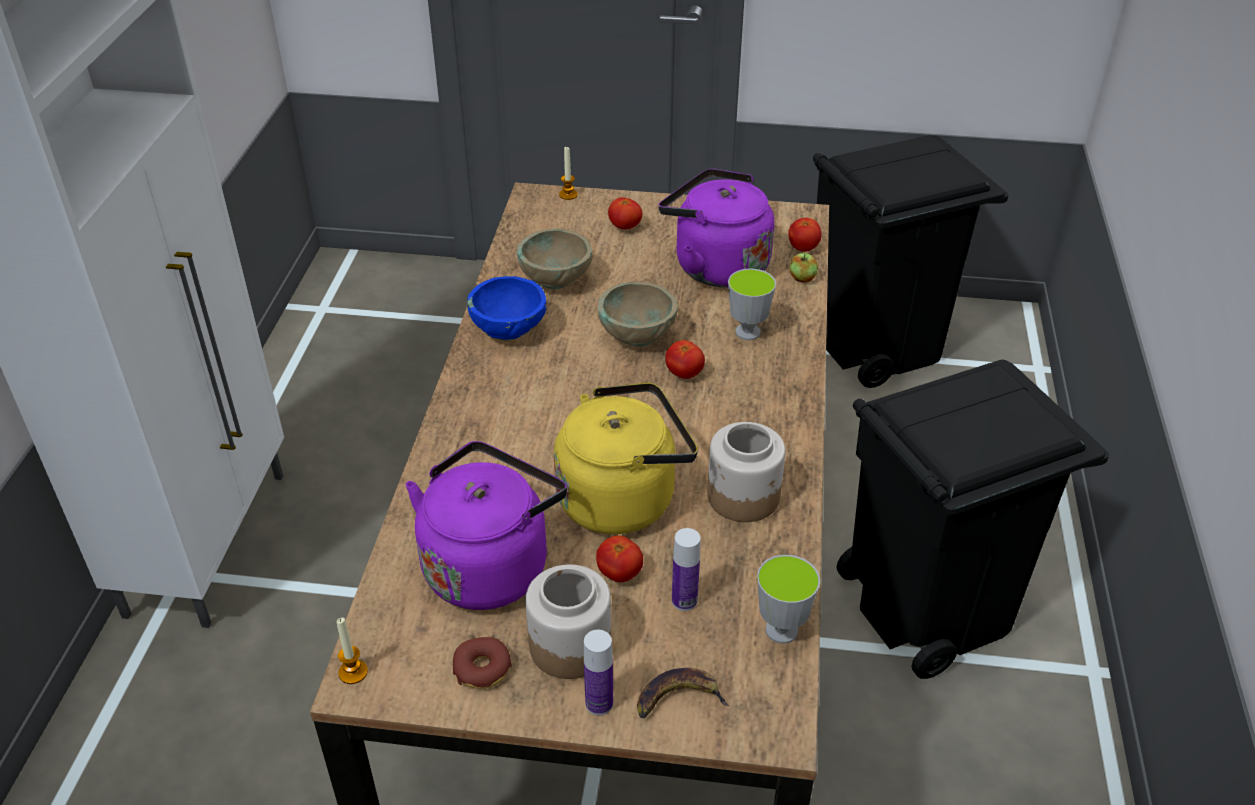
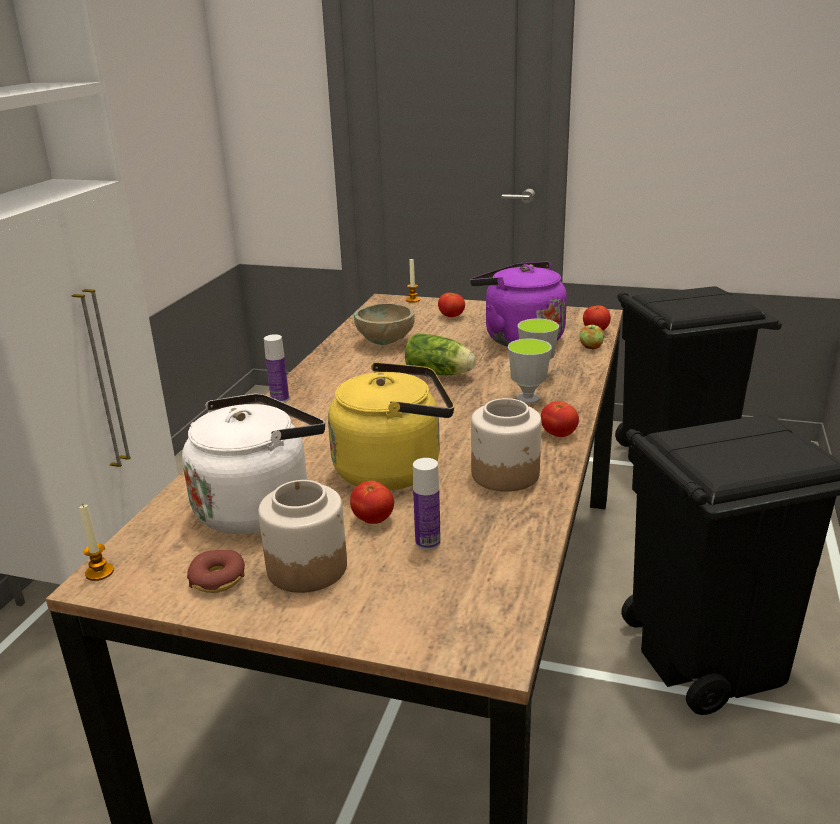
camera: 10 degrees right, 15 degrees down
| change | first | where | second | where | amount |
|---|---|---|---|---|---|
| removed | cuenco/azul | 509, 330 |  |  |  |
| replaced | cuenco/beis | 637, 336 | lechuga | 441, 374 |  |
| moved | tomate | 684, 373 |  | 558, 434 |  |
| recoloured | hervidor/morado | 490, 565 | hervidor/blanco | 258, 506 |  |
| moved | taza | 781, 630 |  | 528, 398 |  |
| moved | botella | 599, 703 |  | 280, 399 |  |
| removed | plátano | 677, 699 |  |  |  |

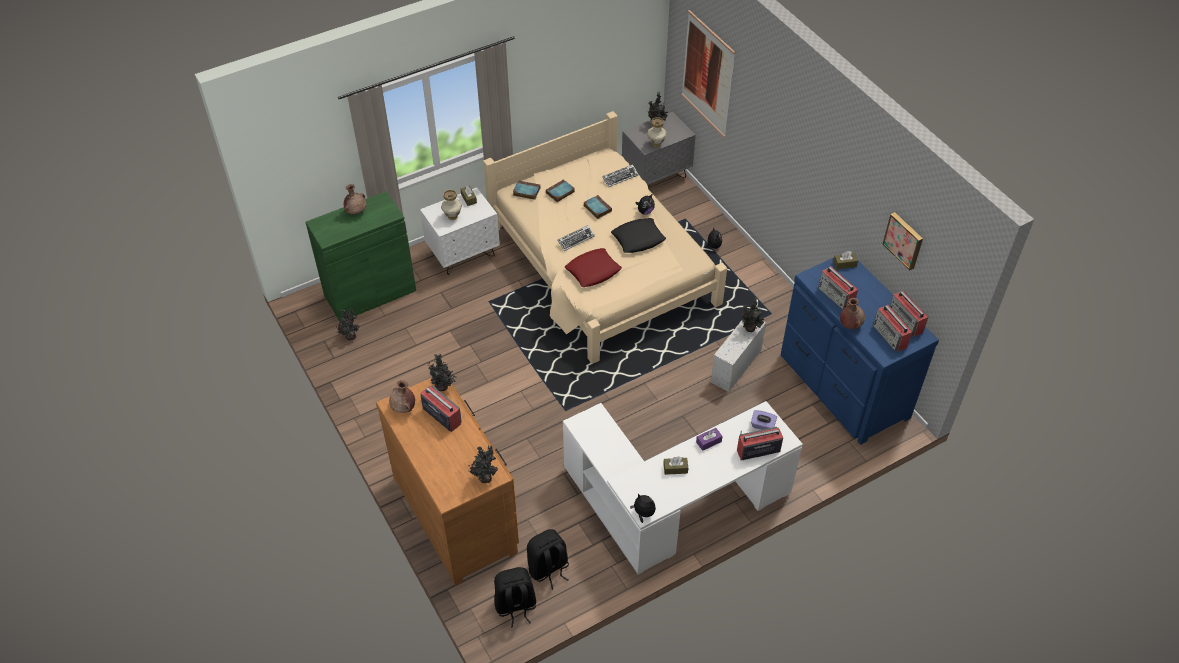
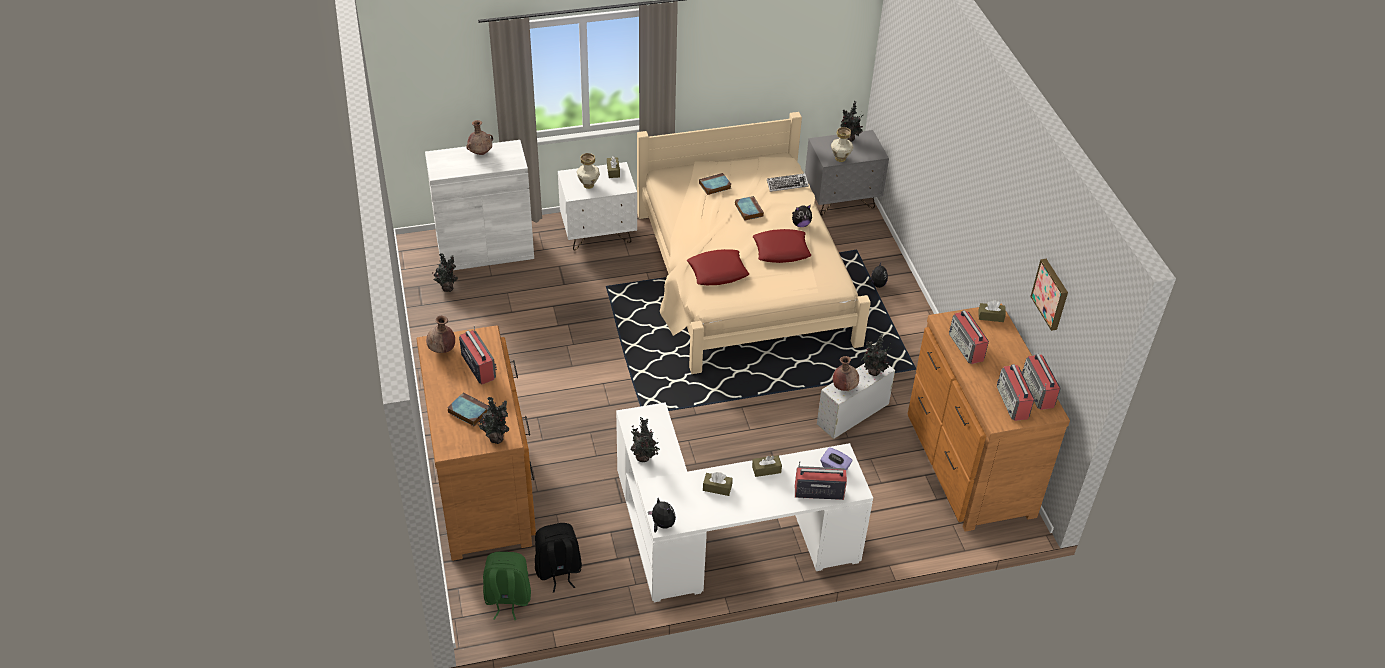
camera: 15 degrees right, 5 degrees down
| change | first | where | second | where | amount |
|---|---|---|---|---|---|
| removed | cuadro | 707, 74 |  |  |  |
| moved | libro | 526, 191 |  | 468, 411 |  |
| recoloured | armario/verde | 370, 293 | armario/blanco | 485, 250 |  |
| recoloured | cojín/negro | 638, 239 | cojín/rojo | 781, 250 |  |
| removed | teclado | 576, 239 |  |  |  |
| recoloured | cómoda/azul | 842, 387 | cómoda/marrón | 968, 465 |  |
| moved | florero/marrón | 850, 324 |  | 844, 386 |  |
| moved | planta en maceta | 443, 387 |  | 644, 458 |  |
| recoloured | caja de pañuelos/morado | 708, 442 | caja de pañuelos/marrón | 766, 469 |  |
| recoloured | mochila/negro | 515, 606 | mochila/verde | 507, 599 |  |

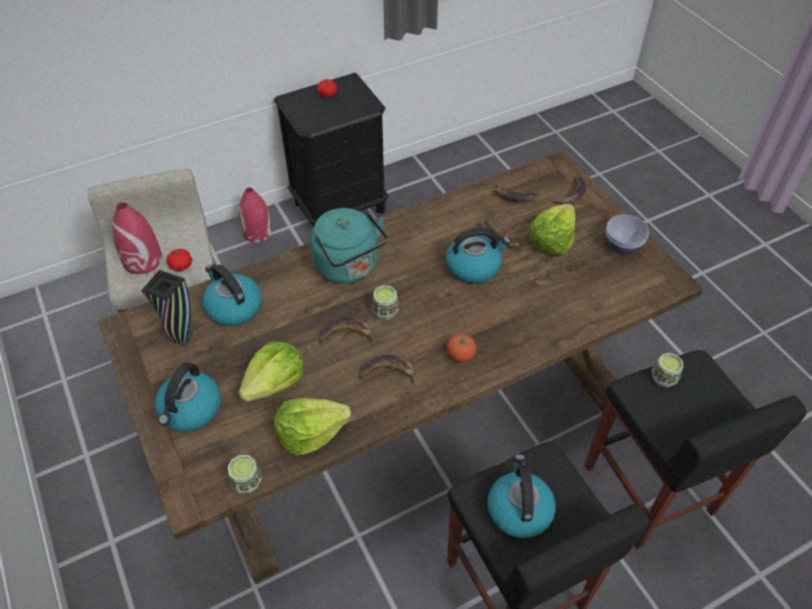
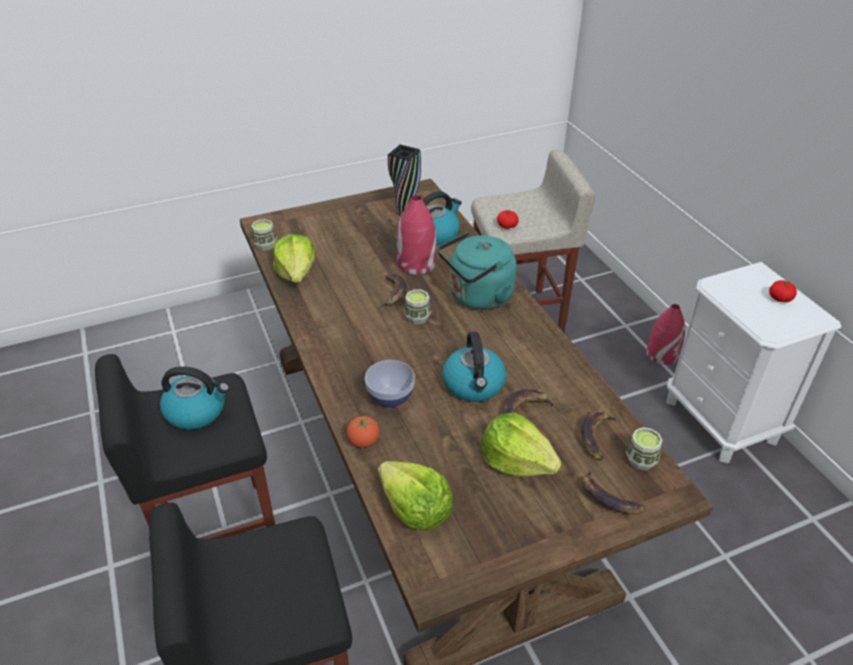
camera: 95 degrees right, 10 degrees down
| change | first | where | second | where | amount |
|---|---|---|---|---|---|
| recoloured | mesita de noche/negro | 340, 206 | mesita de noche/blanco | 721, 421 |  |
| moved | florero/rojo | 143, 260 |  | 416, 263 |  |
| moved | cuenco | 622, 246 |  | 390, 397 |  |
| moved | tomate | 460, 355 |  | 363, 442 |  |
| moved | lechuga | 275, 383 |  | 415, 509 |  |
| moved | taza | 663, 378 |  | 641, 460 |  |
| removed | plátano | 388, 373 |  |  |  |
| removed | hervidor | 190, 410 |  |  |  |

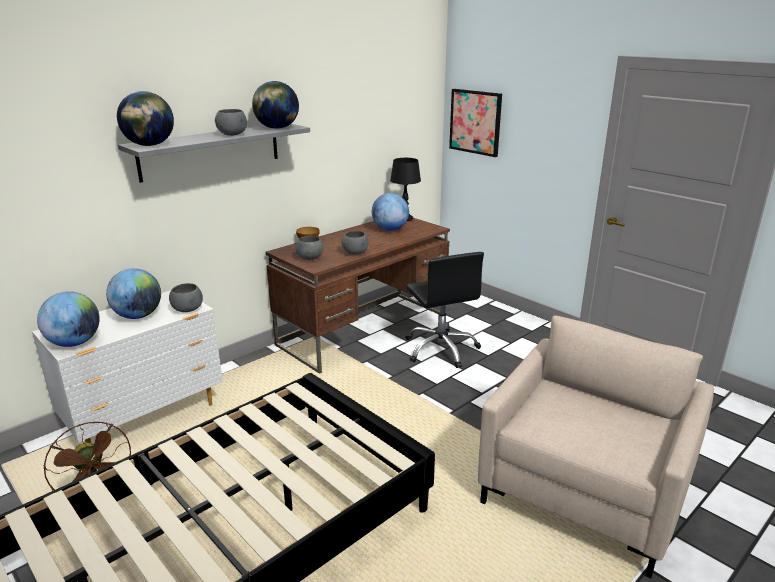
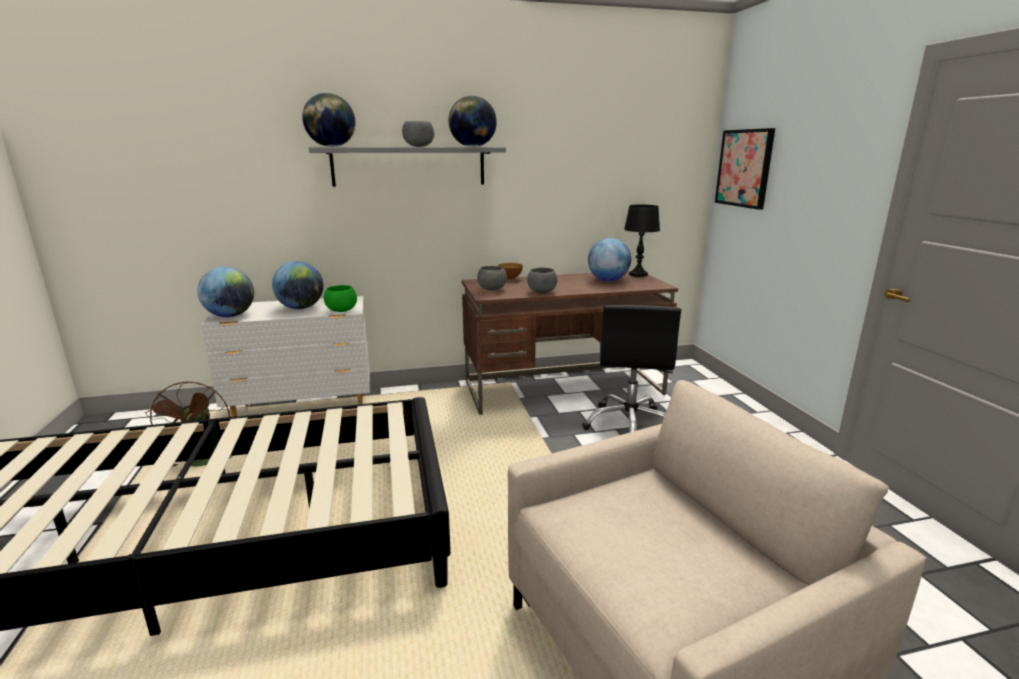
camera: 30 degrees right, 5 degrees down
| change | first | where | second | where | amount |
|---|---|---|---|---|---|
| recoloured | cuenco/gris | 187, 310 | cuenco/verde | 341, 311 |  |

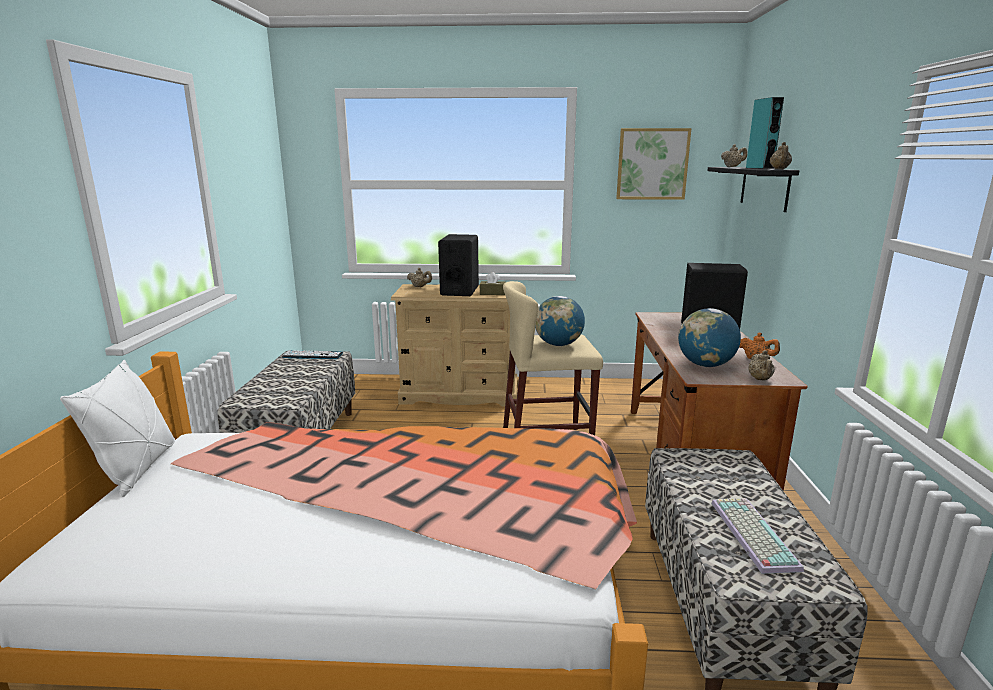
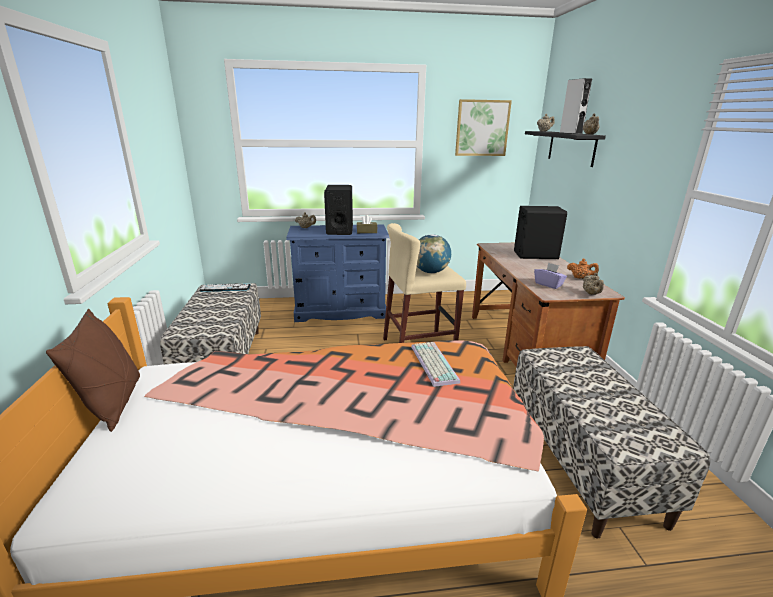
camera: 10 degrees left, 5 degrees up
| change | first | where | second | where | amount |
|---|---|---|---|---|---|
| recoloured | altavoz/turquesa | 759, 168 | altavoz/gris | 570, 133 |  |
| recoloured | cómoda/beis | 460, 394 | cómoda/azul | 340, 311 |  |
| replaced | globo terráqueo | 705, 365 | caja de pañuelos/morado | 548, 284 |  |
| recoloured | cojín/blanco | 137, 469 | cojín/marrón | 114, 403 |  |
| moved | teclado | 750, 533 |  | 432, 363 |  |

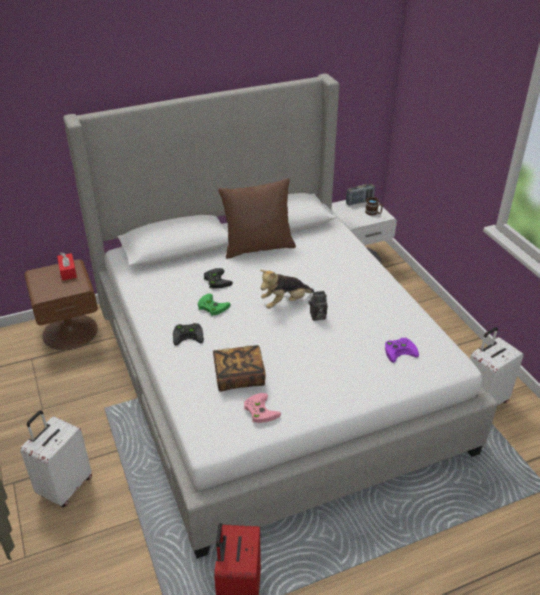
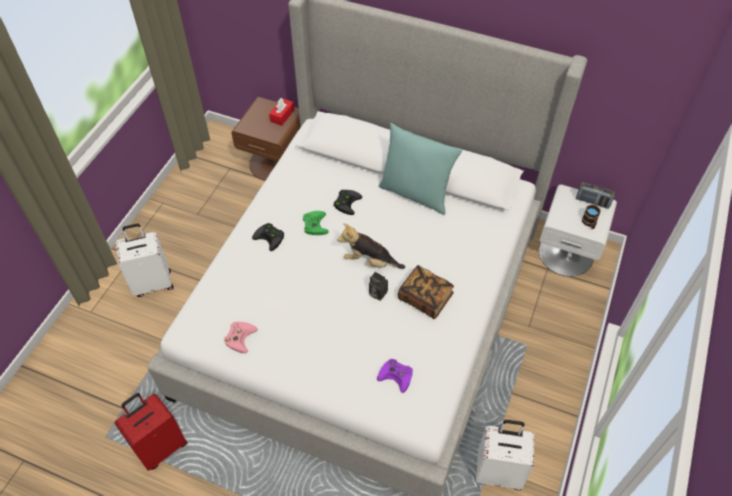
camera: 45 degrees right, 15 degrees up
| change | first | where | second | where | amount |
|---|---|---|---|---|---|
| recoloured | cojín/marrón | 258, 247 | cojín/turquesa | 415, 193 |  |
| moved | libro | 239, 377 |  | 425, 298 |  |

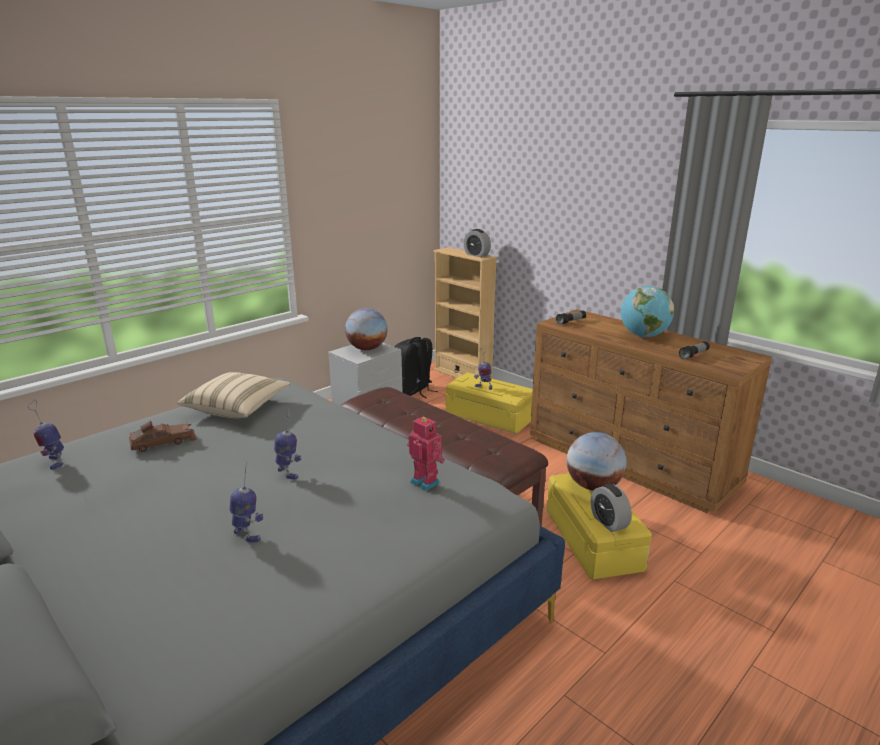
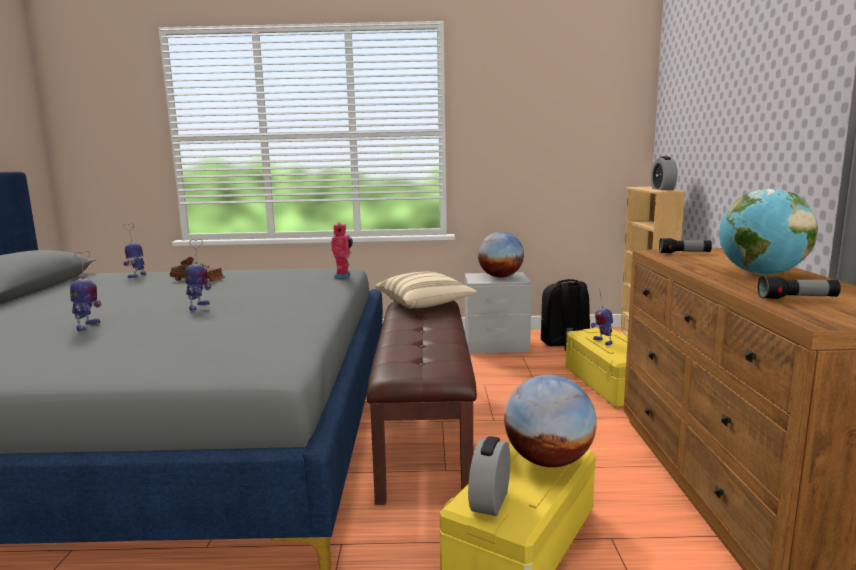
camera: 45 degrees right, 10 degrees down
| change | first | where | second | where | amount |
|---|---|---|---|---|---|
| moved | cojín/beis | 238, 408 |  | 425, 304 |  |
| moved | robot de juguete | 426, 482 |  | 343, 276 |  |

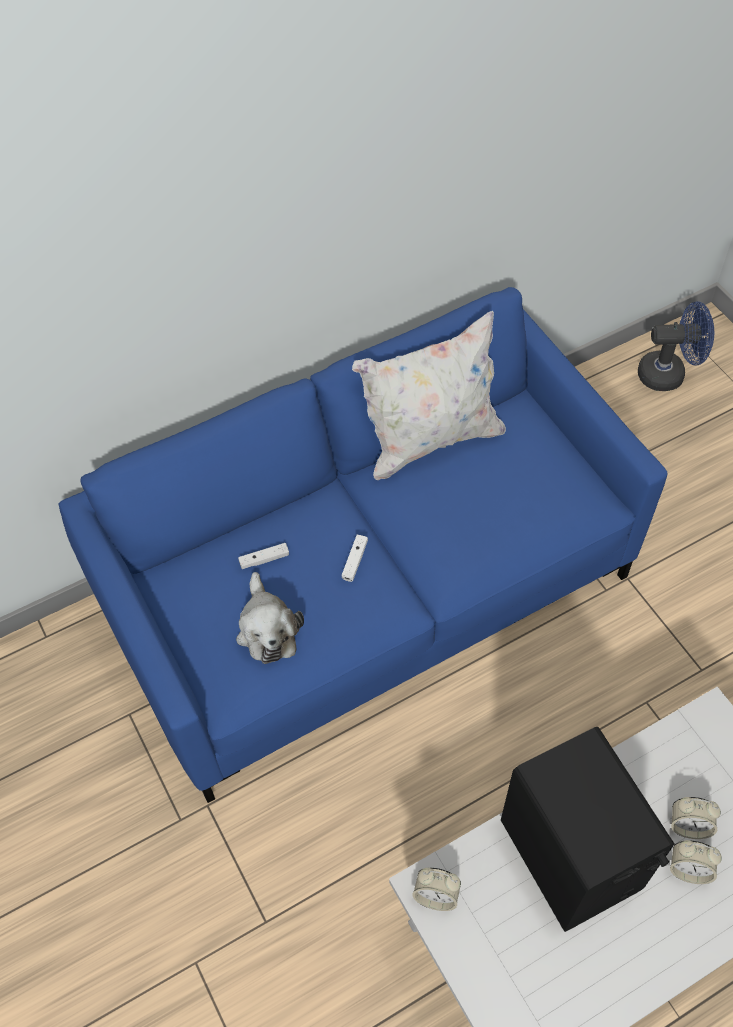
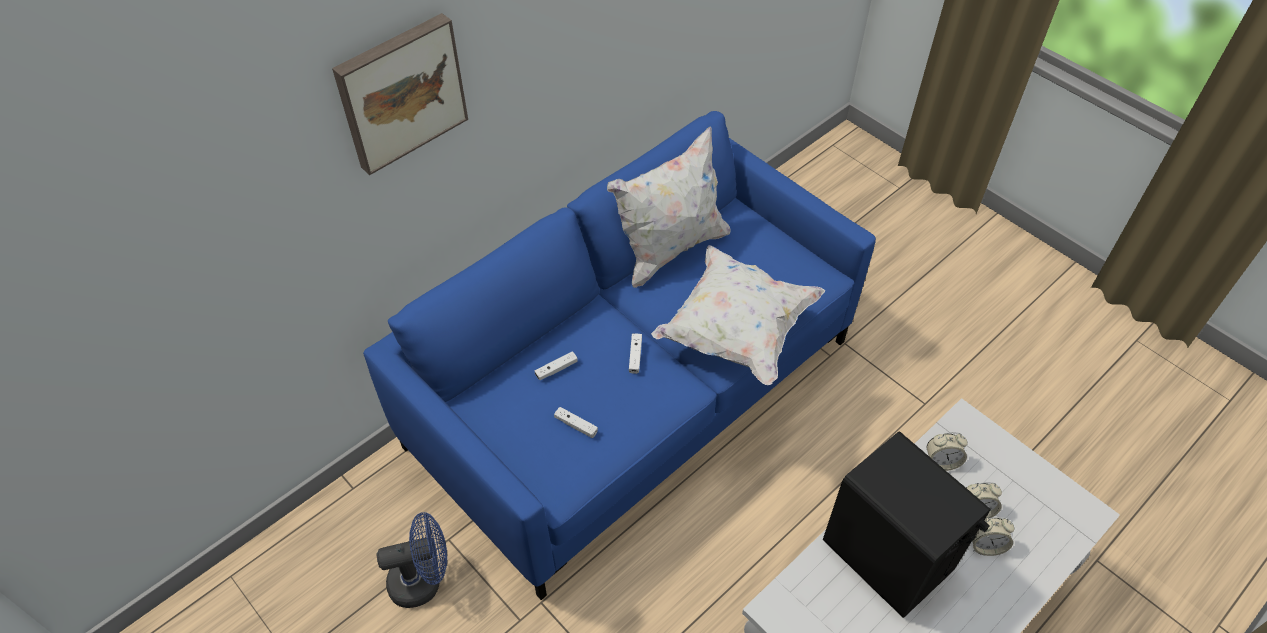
camera: 15 degrees left, 5 degrees down
| change | first | where | second | where | amount |
|---|---|---|---|---|---|
| moved | ventilador/azul | 668, 374 |  | 423, 580 |  |
| replaced | peluche | 267, 628 | mando de consola/blanco | 576, 425 |  |
| moved | despertador | 436, 895 |  | 941, 461 |  |
| added |  |  | cuadro | 400, 92 |  |
| added |  |  | cojín/blanco | 736, 331 |  |

